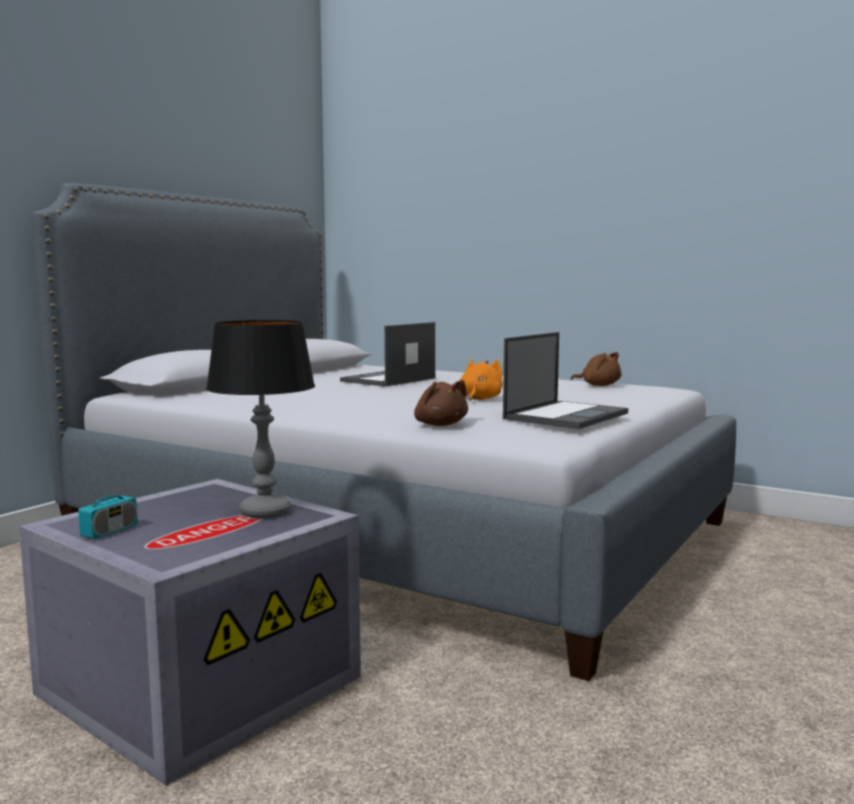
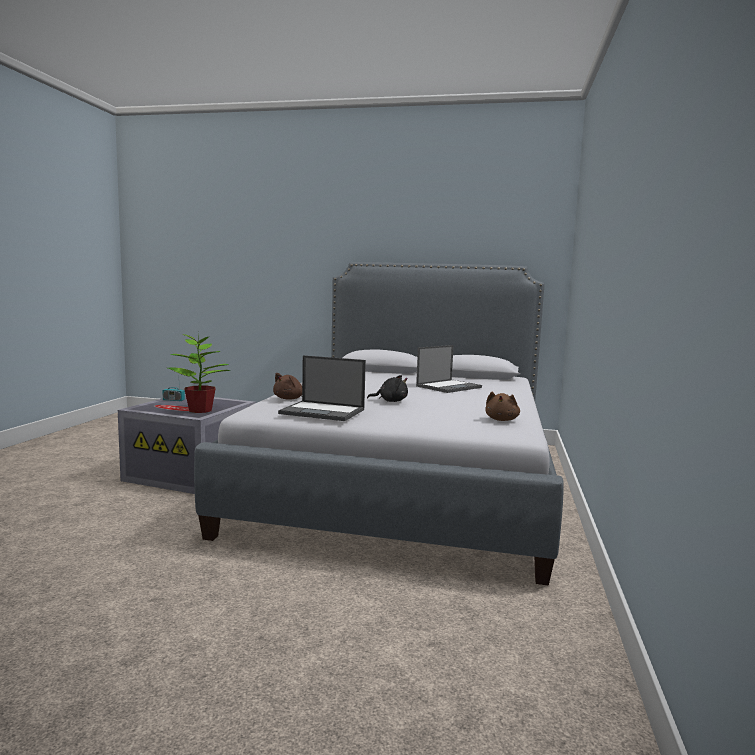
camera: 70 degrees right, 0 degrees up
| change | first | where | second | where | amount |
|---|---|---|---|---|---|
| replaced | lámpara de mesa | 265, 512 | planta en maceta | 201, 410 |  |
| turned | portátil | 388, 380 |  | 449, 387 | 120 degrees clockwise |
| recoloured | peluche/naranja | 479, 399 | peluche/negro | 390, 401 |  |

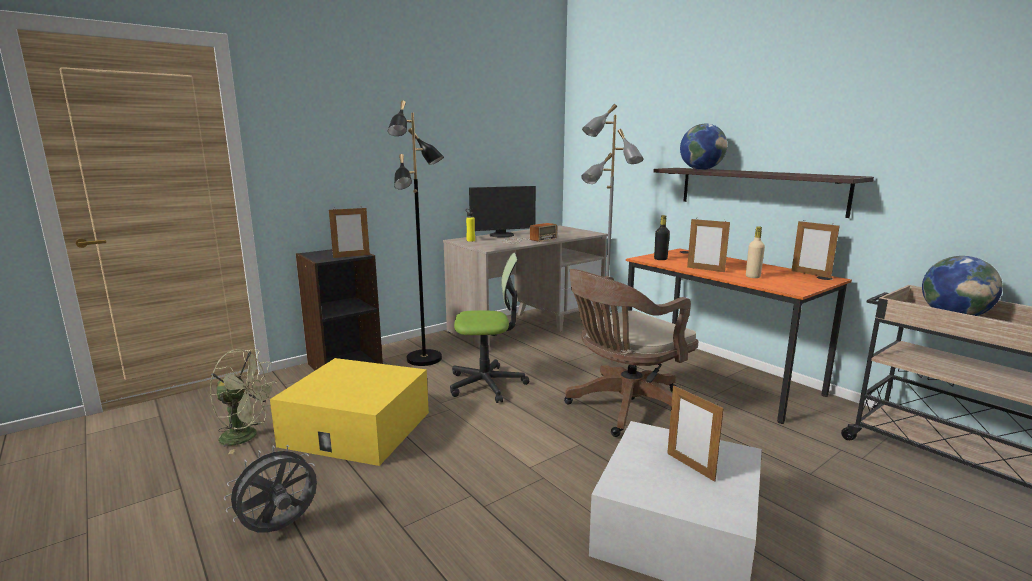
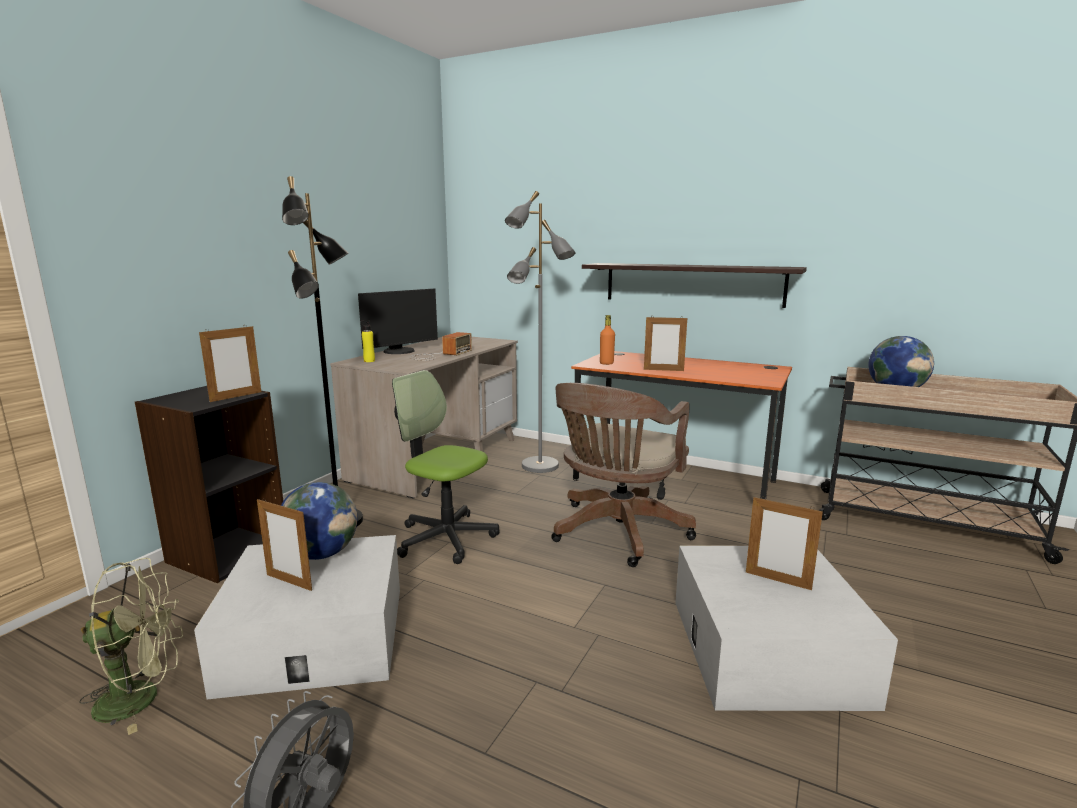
camera: 25 degrees left, 0 degrees up
| change | first | where | second | where | amount |
|---|---|---|---|---|---|
| moved | globo terráqueo | 701, 169 |  | 321, 554 |  |
| recoloured | botella/negro | 660, 259 | botella/naranja | 606, 363 |  |
| moved | portarretratos | 810, 274 |  | 289, 582 |  |
| removed | botella/beis | 753, 276 |  |  |  |
| turned | silla de oficina | 487, 384 |  | 446, 538 | 120 degrees counterclockwise |
| recoloured | caja de almacenaje/amarillo | 357, 428 | caja de almacenaje/blanco | 316, 637 |  |

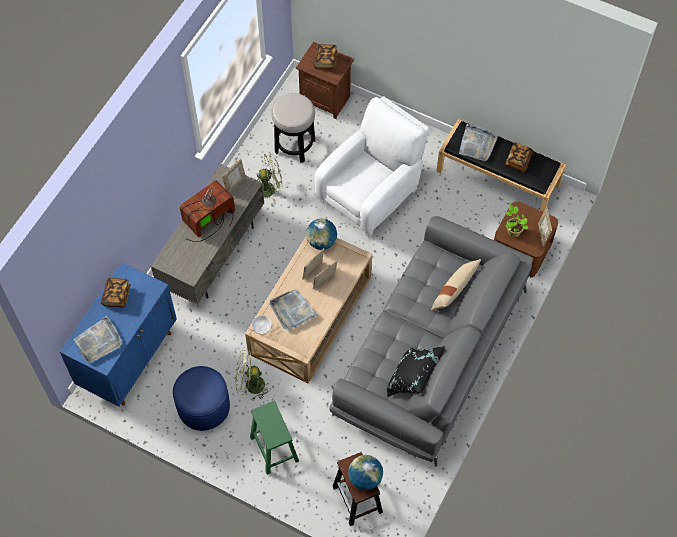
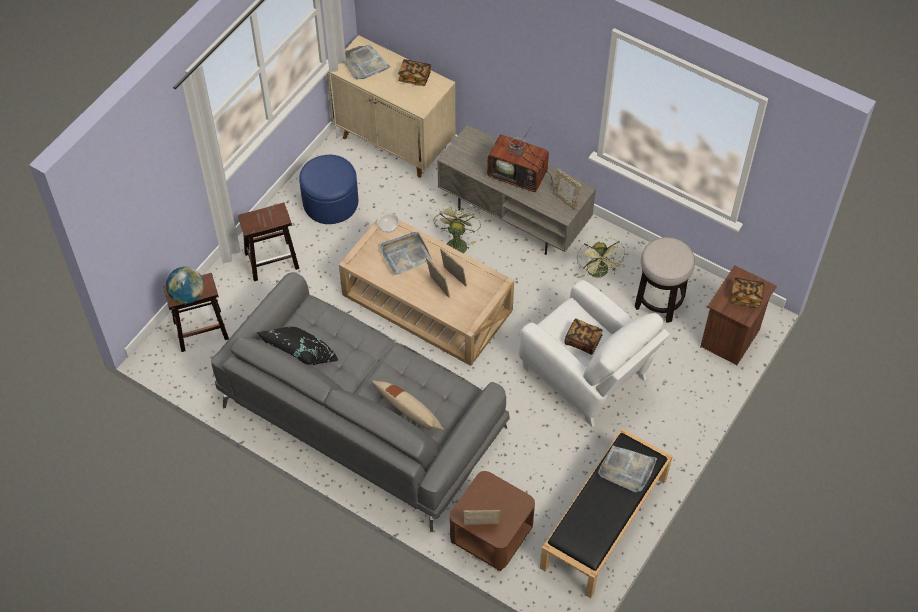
camera: 95 degrees right, 5 degrees down
| change | first | where | second | where | amount |
|---|---|---|---|---|---|
| moved | libro | 518, 161 |  | 583, 341 |  |
| turned | televisor | 209, 220 |  | 519, 175 | 150 degrees clockwise |
| removed | planta en maceta | 513, 231 |  |  |  |
| removed | globo terráqueo | 321, 241 |  |  |  |
| recoloured | armario/azul | 129, 358 | armario/beis | 394, 143 |  |
| moved | ventilador/verde | 250, 386 |  | 456, 243 |  |
| recoloured | taburete/verde | 274, 448 | taburete/marrón | 272, 260 |  |

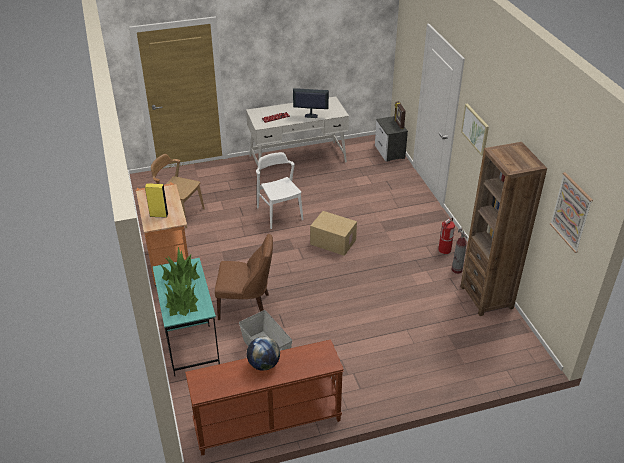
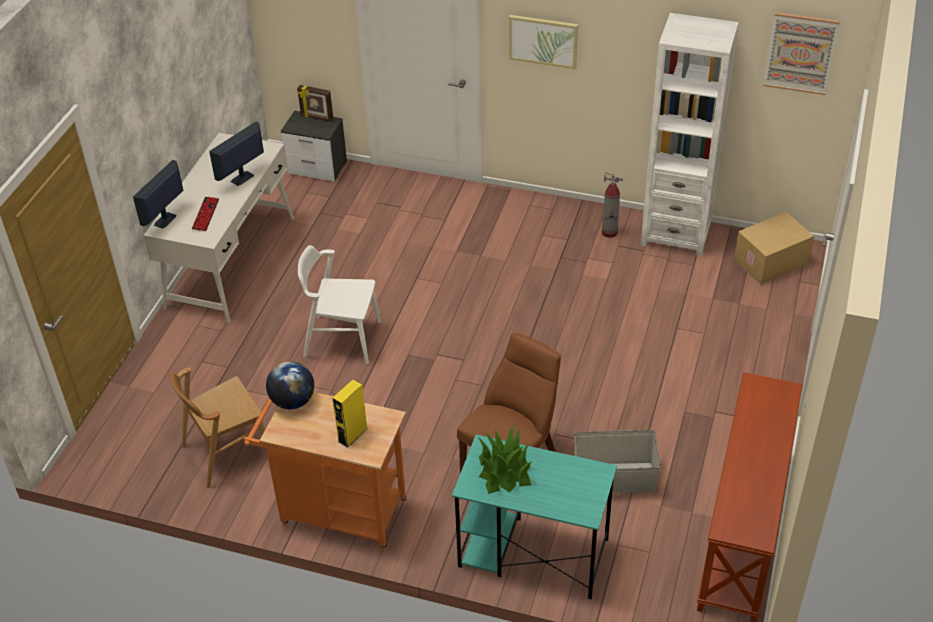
camera: 55 degrees left, 5 degrees up
| change | first | where | second | where | amount |
|---|---|---|---|---|---|
| recoloured | estantería/marrón | 486, 297 | estantería/blanco | 676, 234 |  |
| moved | caja de cartón | 332, 242 |  | 771, 263 |  |
| removed | extintor | 444, 250 |  |  |  |
| removed | planta en maceta | 182, 303 |  |  |  |
| moved | globo terráqueo | 263, 364 |  | 292, 401 |  |
| added |  |  | monitor | 165, 220 |  |

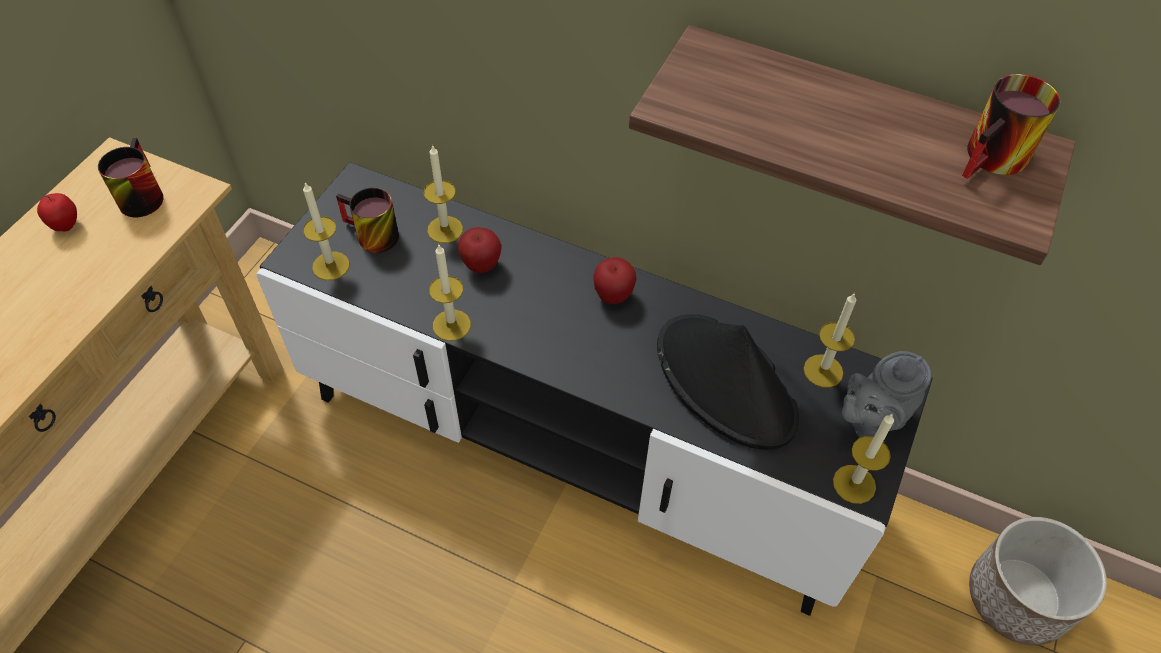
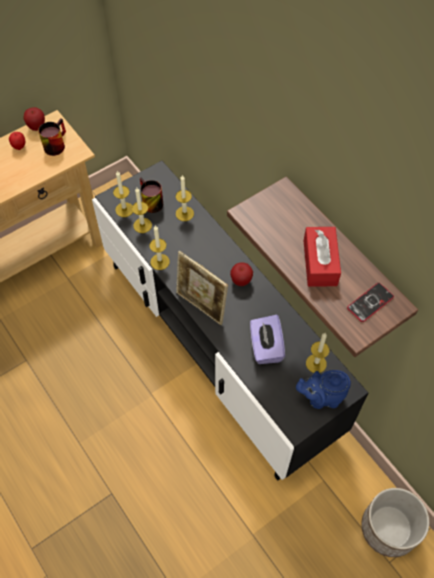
camera: 30 degrees right, 5 degrees up
| change | first | where | second | where | amount |
|---|---|---|---|---|---|
| replaced | taza grande | 996, 162 | móvil | 370, 302 |  |
| moved | manzana | 481, 265 |  | 37, 127 |  |
| replaced | sombrero/negro | 726, 383 | caja de pañuelos/morado | 265, 347 |  |
| recoloured | tetera/gris | 870, 420 | tetera/azul | 321, 397 |  |
| moved | vela | 854, 484 |  | 142, 225 |  |
| added |  |  | caja de pañuelos/rojo | 320, 263 |  |
| added |  |  | portarretratos | 201, 306 |  |

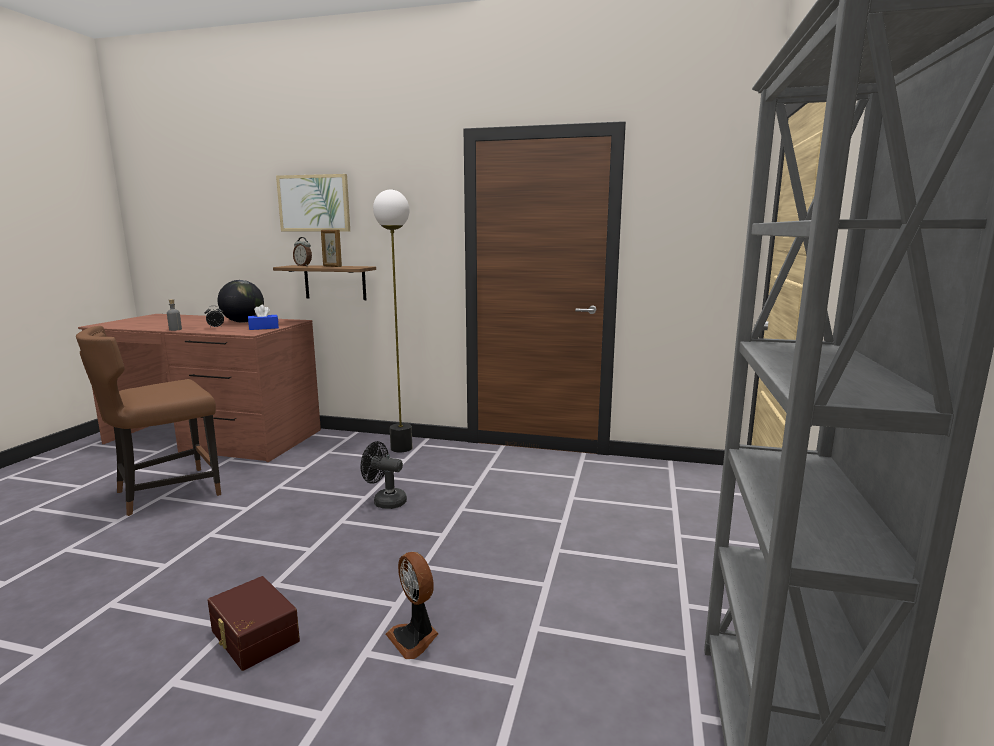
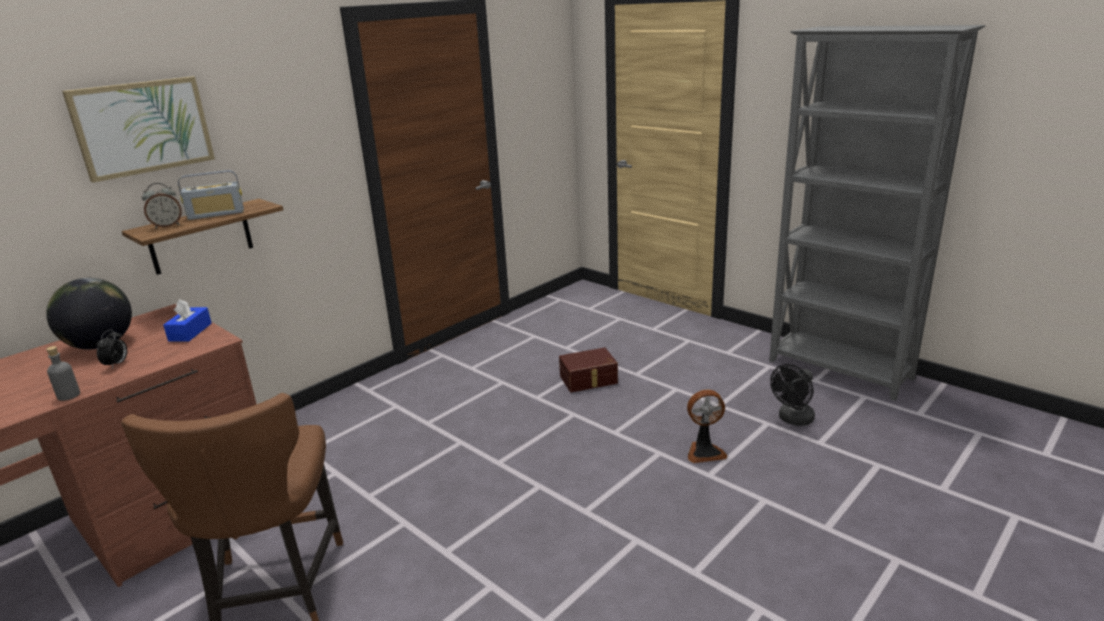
camera: 60 degrees left, 10 degrees up
| change | first | where | second | where | amount |
|---|---|---|---|---|---|
| removed | lámpara de pie | 401, 448 |  |  |  |
| replaced | portarretratos | 332, 266 | radio | 216, 214 |  |
| moved | ventilador/negro | 385, 501 |  | 793, 420 |  |
| moved | caja de almacenaje/marrón | 253, 637 |  | 589, 380 |  |

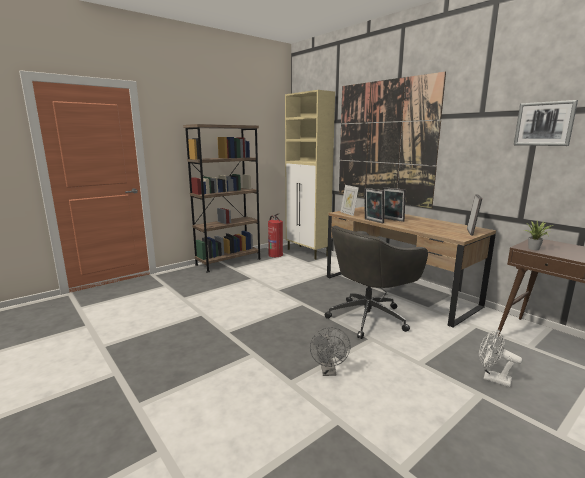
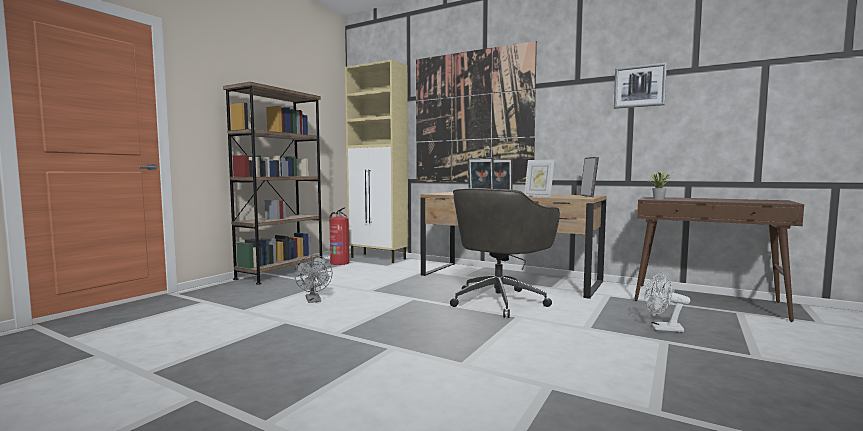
camera: 20 degrees left, 10 degrees down
| change | first | where | second | where | amount |
|---|---|---|---|---|---|
| moved | portarretratos | 348, 213 |  | 538, 196 |  |
| moved | ventilador/gris | 329, 371 |  | 314, 300 |  |

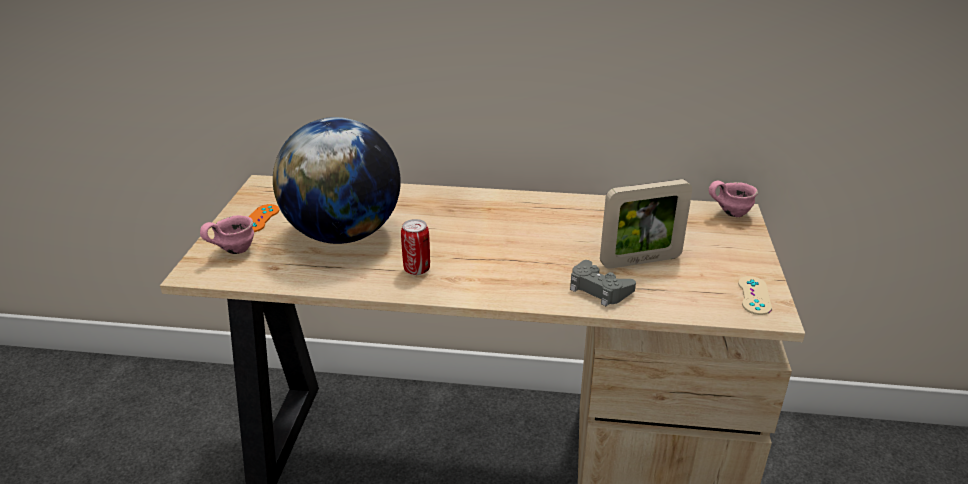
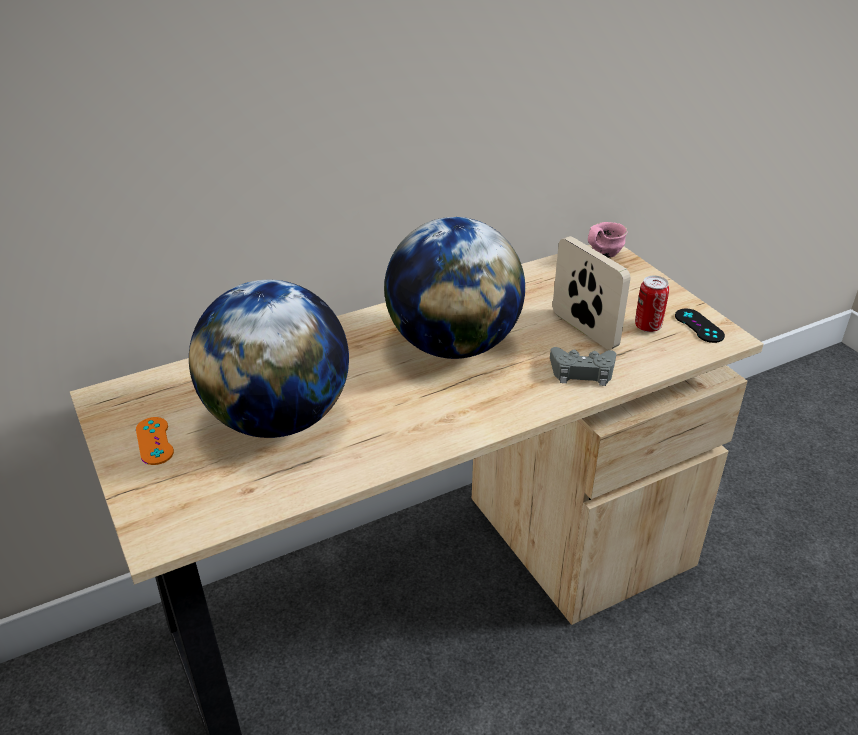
camera: 35 degrees left, 5 degrees up
| change | first | where | second | where | amount |
|---|---|---|---|---|---|
| turned | portarretratos | 640, 261 |  | 584, 330 | 75 degrees counterclockwise |
| removed | taza grande/rosa | 232, 251 |  |  |  |
| moved | lata | 417, 269 |  | 647, 326 |  |
| recoloured | mando de consola/beis | 754, 295 | mando de consola/negro | 699, 326 |  |
| added |  |  | globo terráqueo | 453, 345 |  |

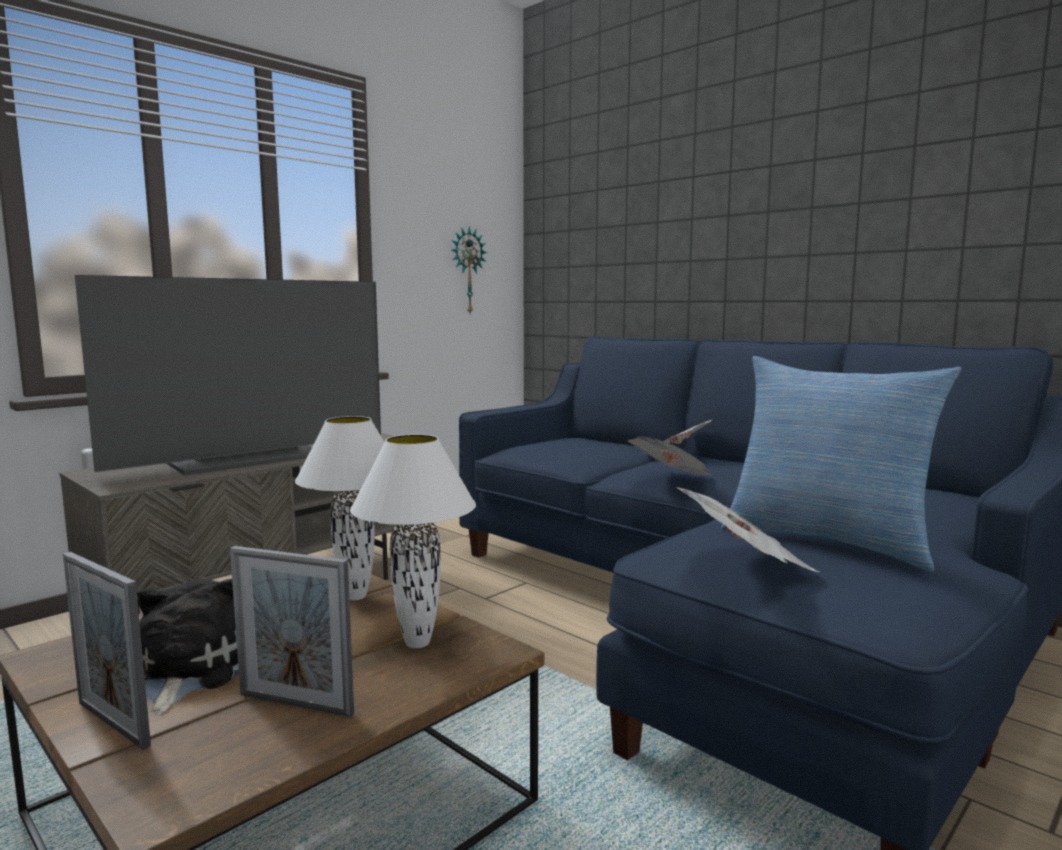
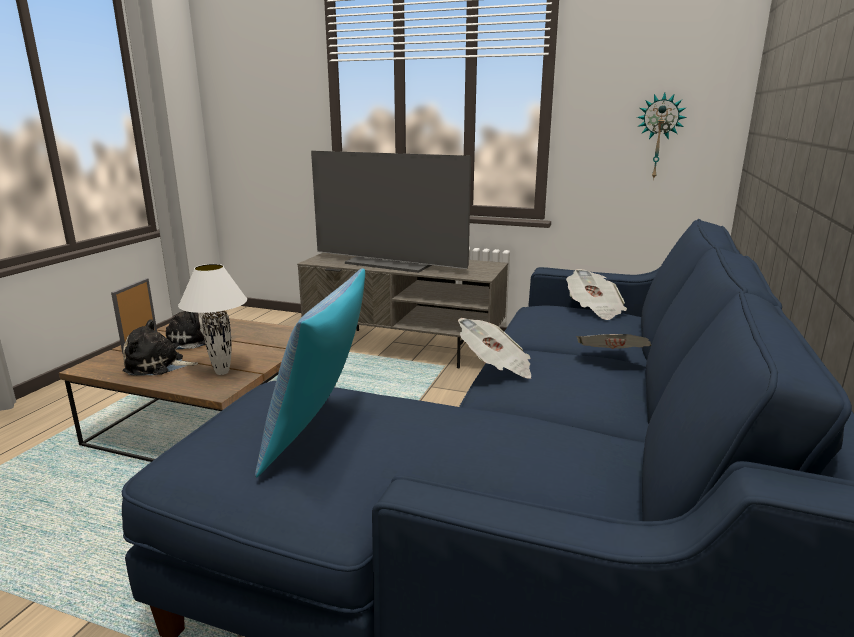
camera: 65 degrees right, 10 degrees up
| change | first | where | second | where | amount |
|---|---|---|---|---|---|
| removed | lámpara de mesa/blanco | 355, 597 |  |  |  |
| moved | periódico | 745, 564 |  | 594, 310 |  |
| replaced | portarretratos | 295, 704 | peluche | 157, 366 |  |

